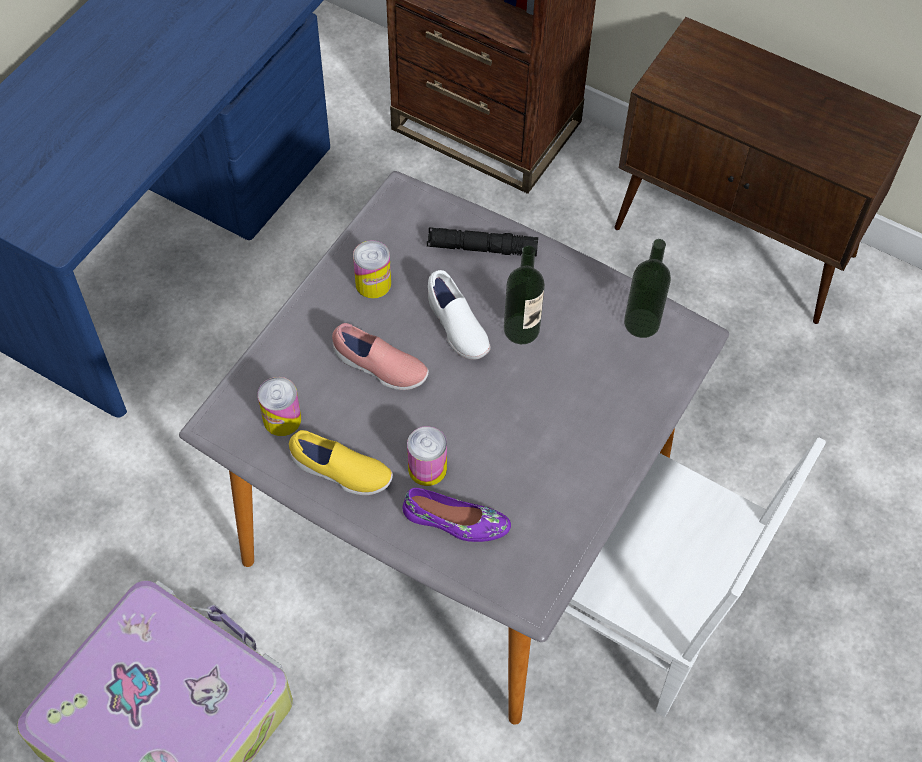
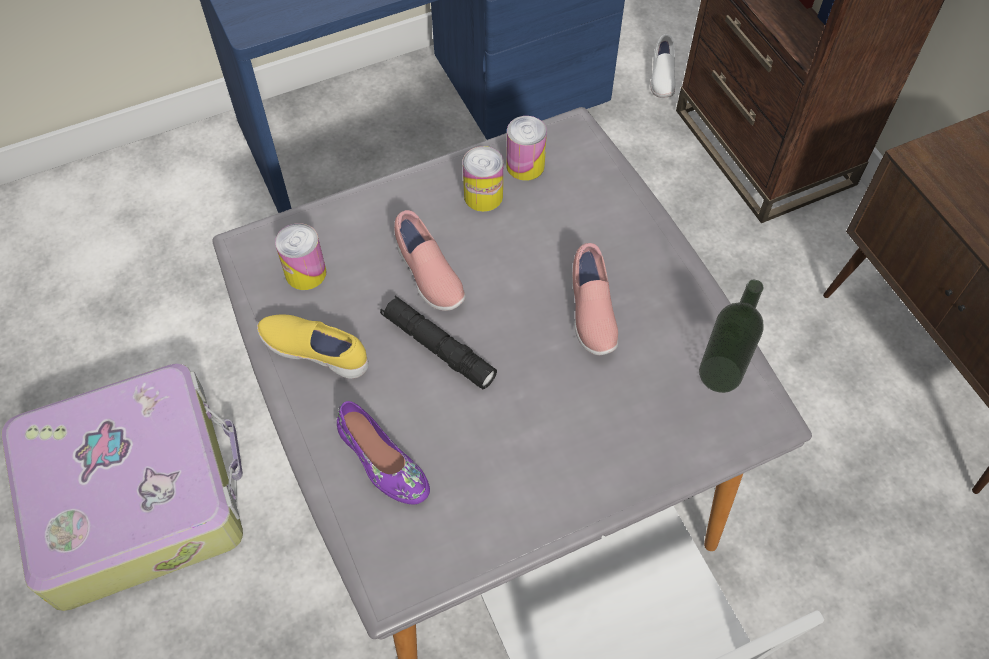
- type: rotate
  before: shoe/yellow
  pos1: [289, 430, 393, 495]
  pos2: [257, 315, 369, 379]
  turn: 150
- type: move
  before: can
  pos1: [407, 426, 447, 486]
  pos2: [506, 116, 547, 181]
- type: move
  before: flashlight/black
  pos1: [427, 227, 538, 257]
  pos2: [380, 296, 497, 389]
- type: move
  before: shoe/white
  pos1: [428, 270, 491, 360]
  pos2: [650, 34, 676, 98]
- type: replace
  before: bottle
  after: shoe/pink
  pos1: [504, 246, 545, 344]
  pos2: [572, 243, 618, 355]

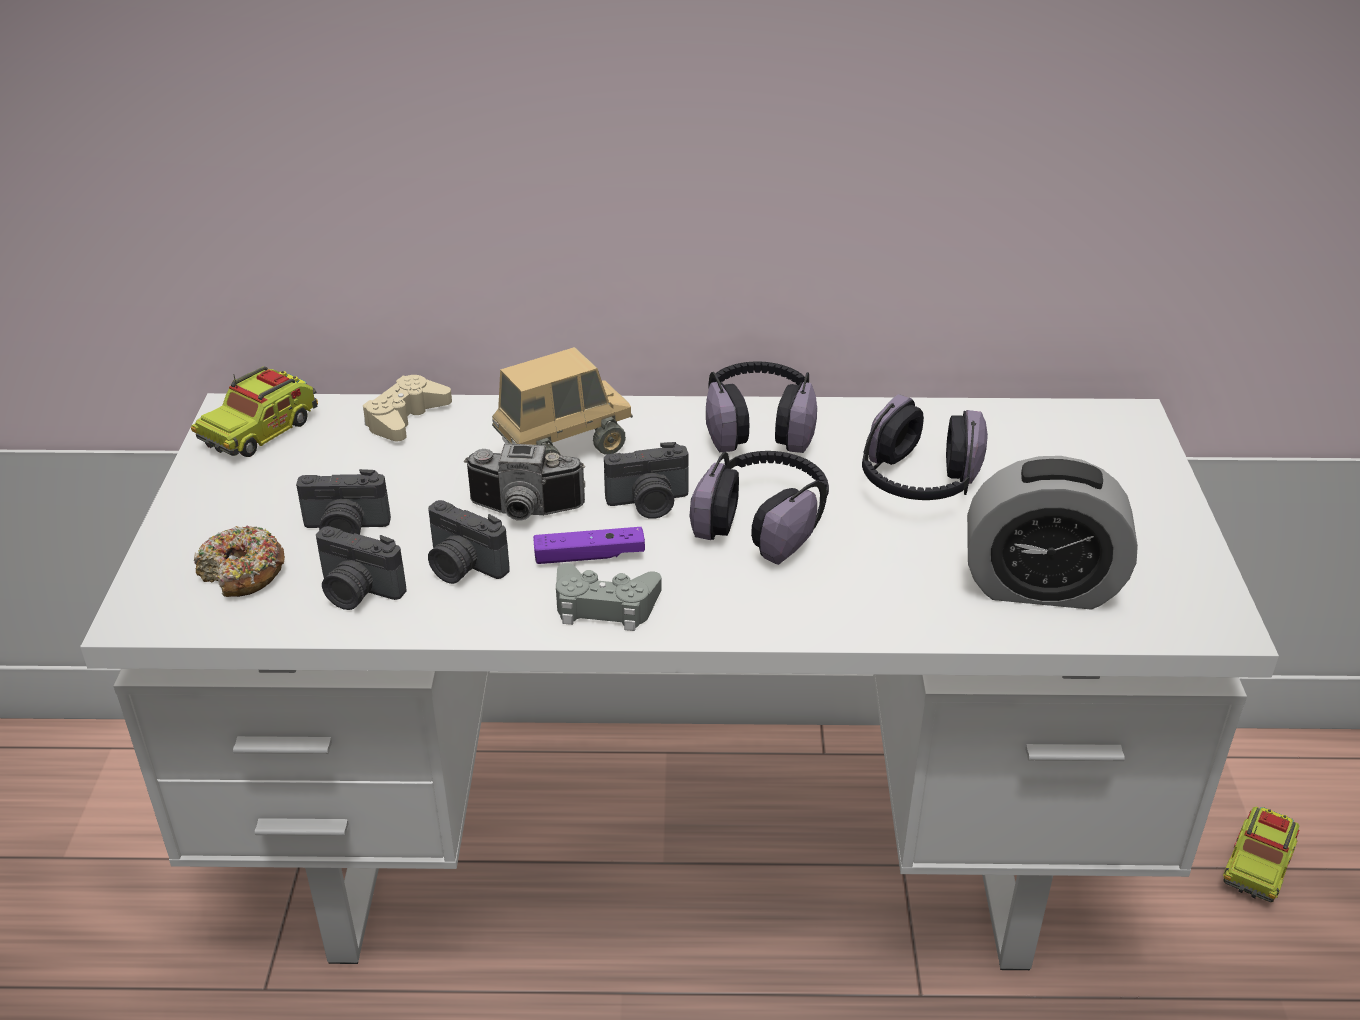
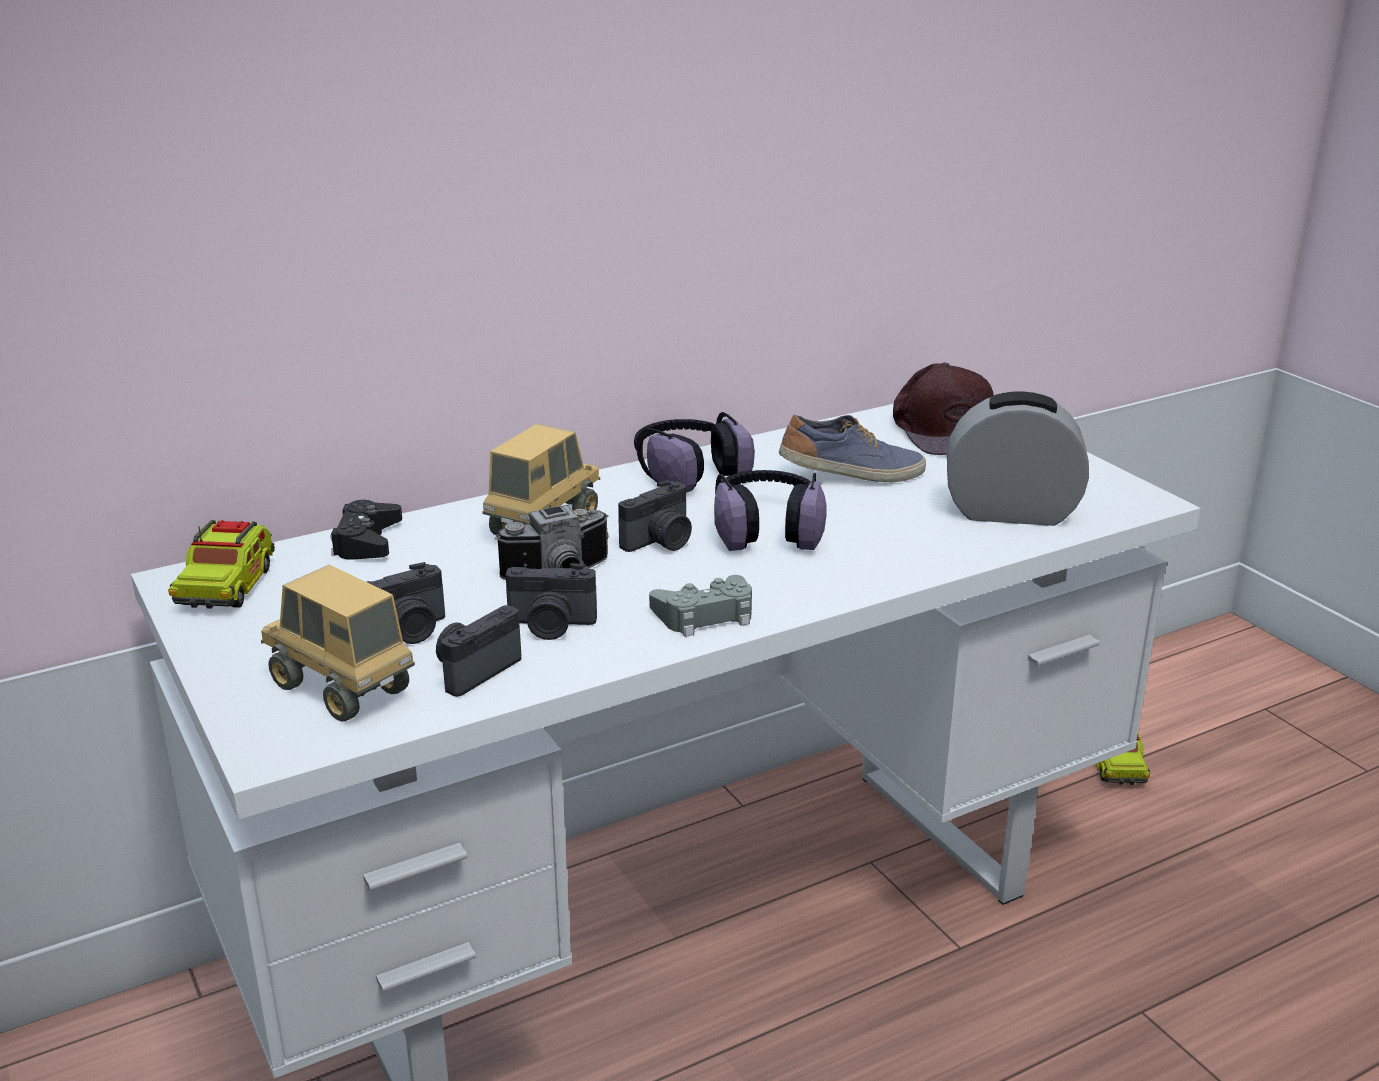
- type: replace
  before: donut
  after: toy truck
  pos1: [194, 526, 285, 597]
  pos2: [261, 565, 415, 722]
- type: rotate
  before: photo camera
  pos1: [316, 526, 407, 610]
  pos2: [436, 605, 521, 697]
  turn: 135
- type: recolor
  before: game controller/beige
  after: game controller/black
  pos1: [363, 375, 452, 441]
  pos2: [331, 500, 402, 560]
- type: delete
  before: game controller/purple
  pos1: [533, 527, 645, 564]
- type: replace
  before: headphones
  after: shoe
  pos1: [862, 394, 988, 500]
  pos2: [779, 415, 926, 482]
- type: rotate
  before: alarm clock
  pos1: [967, 456, 1138, 609]
  pos2: [947, 391, 1089, 526]
  turn: -150
- type: insert
  after: cap/brown
  pos2: [893, 363, 993, 455]

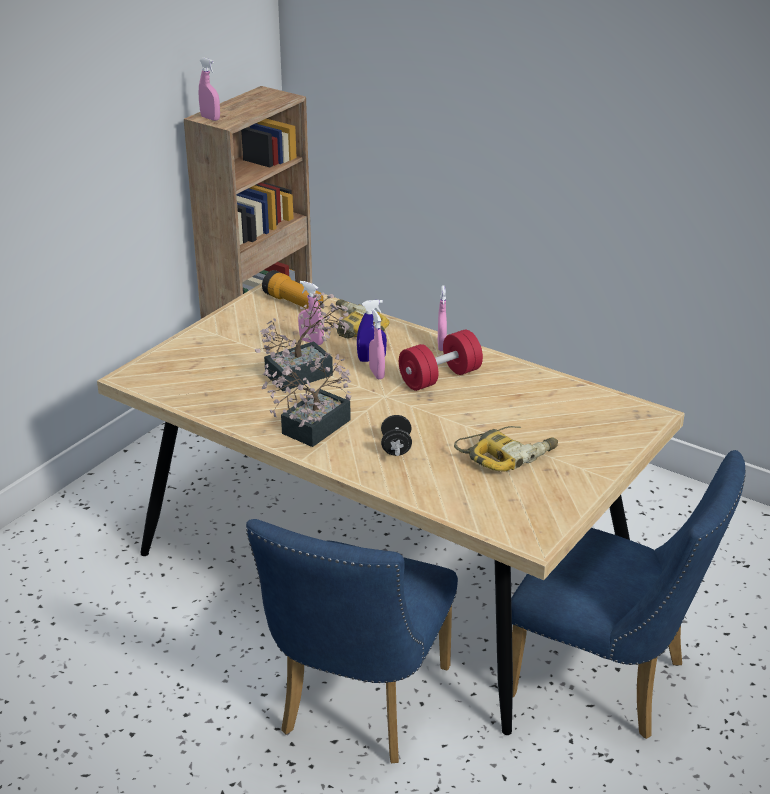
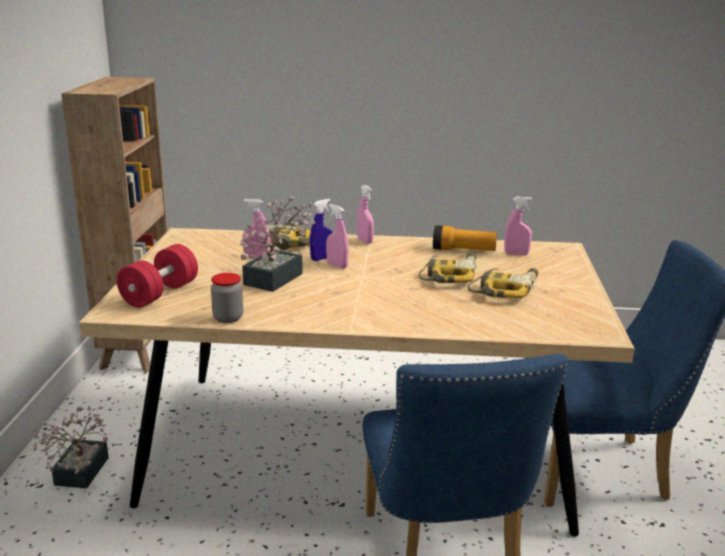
- type: move
  before: spray bottle/pink
  pos1: [199, 57, 220, 121]
  pos2: [504, 197, 532, 256]
- type: move
  before: potted plant
  pos1: [261, 353, 351, 447]
  pos2: [32, 406, 109, 488]
- type: move
  before: flashlight
  pos1: [262, 270, 323, 309]
  pos2: [433, 225, 497, 251]
- type: delete
  before: dumbbell/black
  pos1: [381, 415, 412, 456]
- type: move
  before: dumbbell/red
  pos1: [399, 330, 483, 391]
  pos2: [117, 244, 198, 308]
- type: insert
  after: jar
  pos2: [211, 273, 243, 323]
- type: insert
  after: power drill
  pos2: [419, 253, 476, 283]

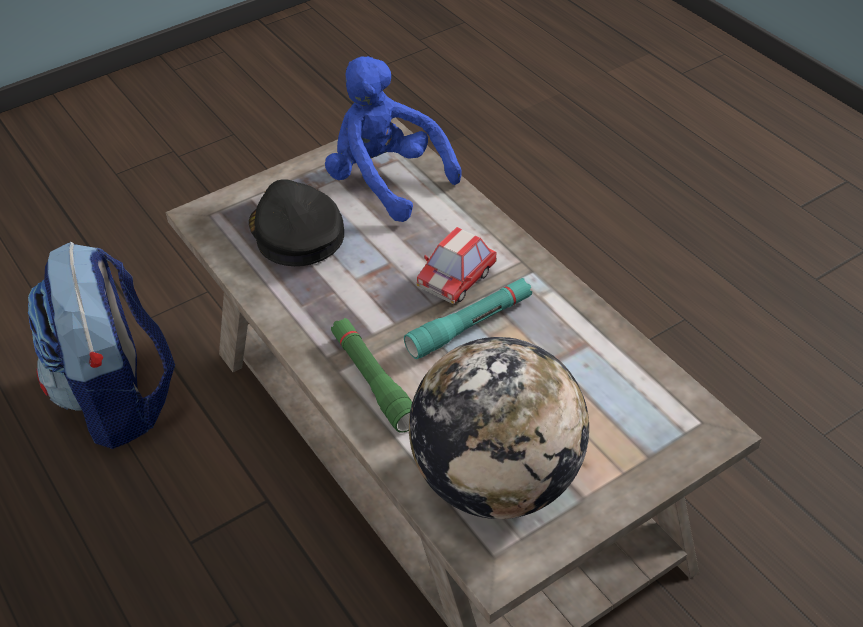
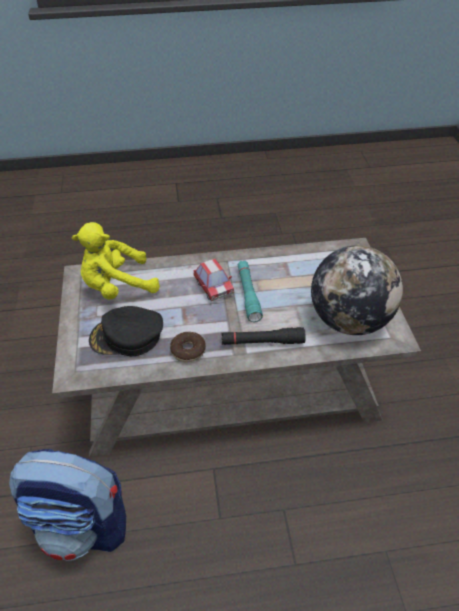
- type: recolor
  before: plush toy/blue
  after: plush toy/yellow
  pos1: [325, 56, 462, 222]
  pos2: [72, 222, 160, 300]
- type: recolor
  before: flashlight/green
  after: flashlight/black
  pos1: [331, 318, 412, 433]
  pos2: [221, 327, 306, 345]
- type: insert
  after: donut
  pos2: [170, 332, 206, 362]

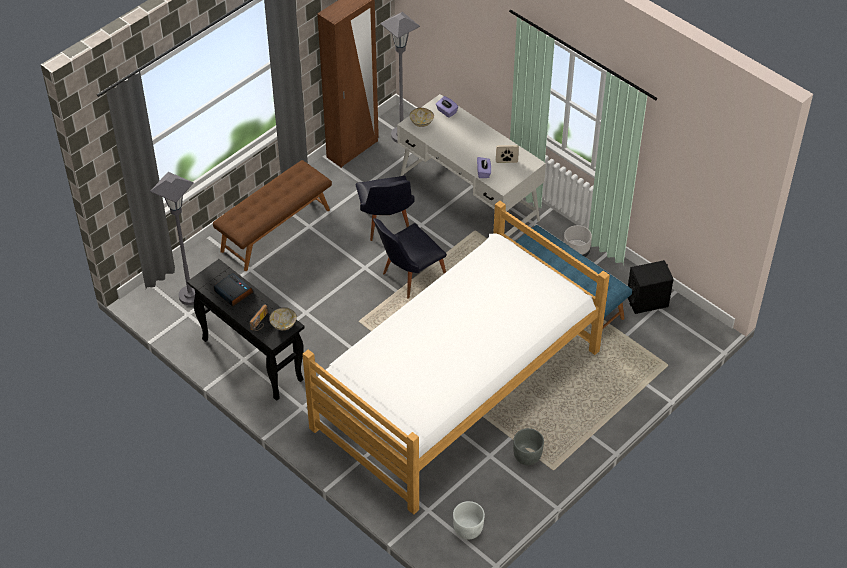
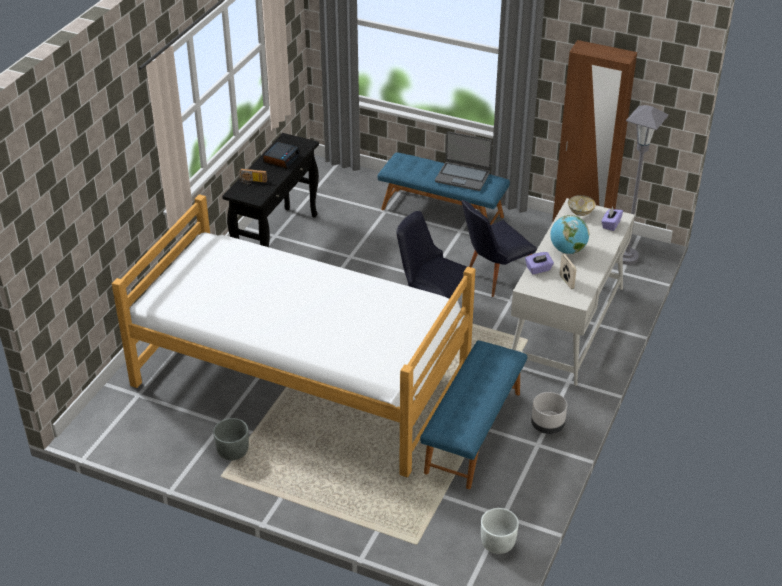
- type: delete
  before: floor lamp/grey
  pos1: [150, 172, 195, 305]
- type: recolor
  before: bench/brown
  after: bench/blue
  pos1: [213, 160, 332, 271]
  pos2: [377, 152, 510, 225]
- type: delete
  before: bowl
  pos1: [269, 307, 297, 330]
- type: move
  before: planter/white
  pos1: [453, 501, 485, 539]
  pos2: [481, 508, 519, 554]
- type: delete
  before: speaker/black
  pos1: [628, 260, 673, 314]
- type: insert
  after: laptop
  pos2: [435, 131, 492, 191]
- type: insert
  after: globe
  pos2: [550, 215, 589, 254]

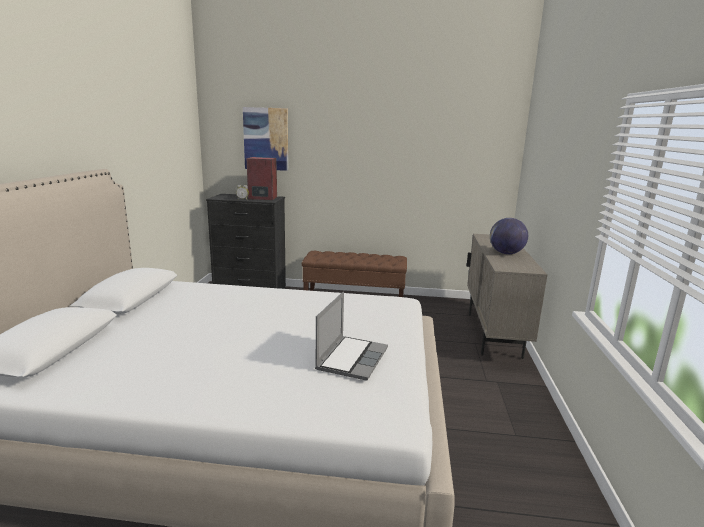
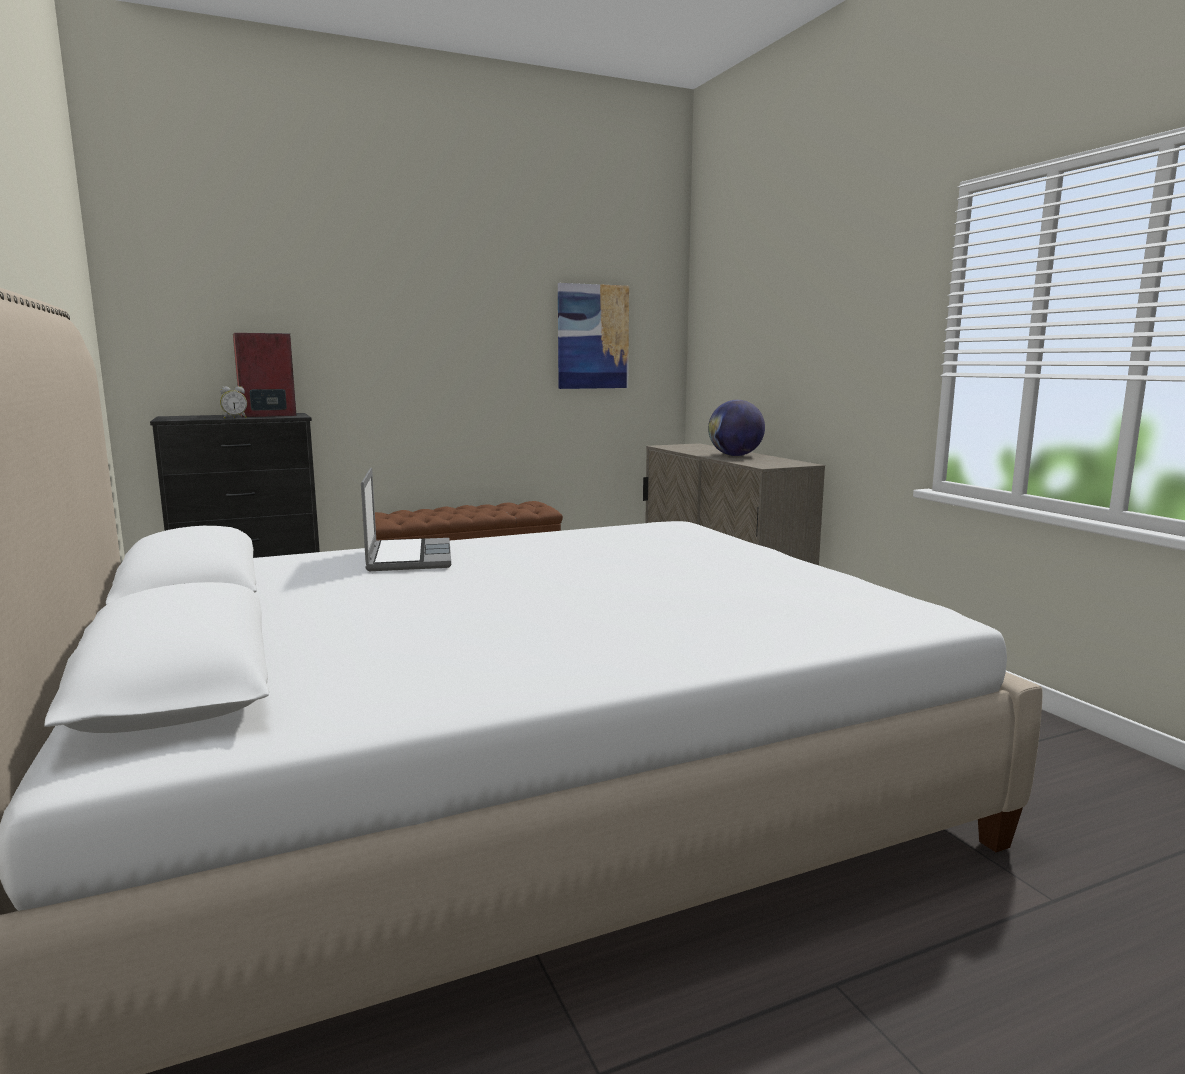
- type: move
  before: picture
  pos1: [243, 107, 288, 171]
  pos2: [558, 283, 629, 389]
- type: move
  before: laptop
  pos1: [315, 292, 388, 381]
  pos2: [361, 468, 451, 571]

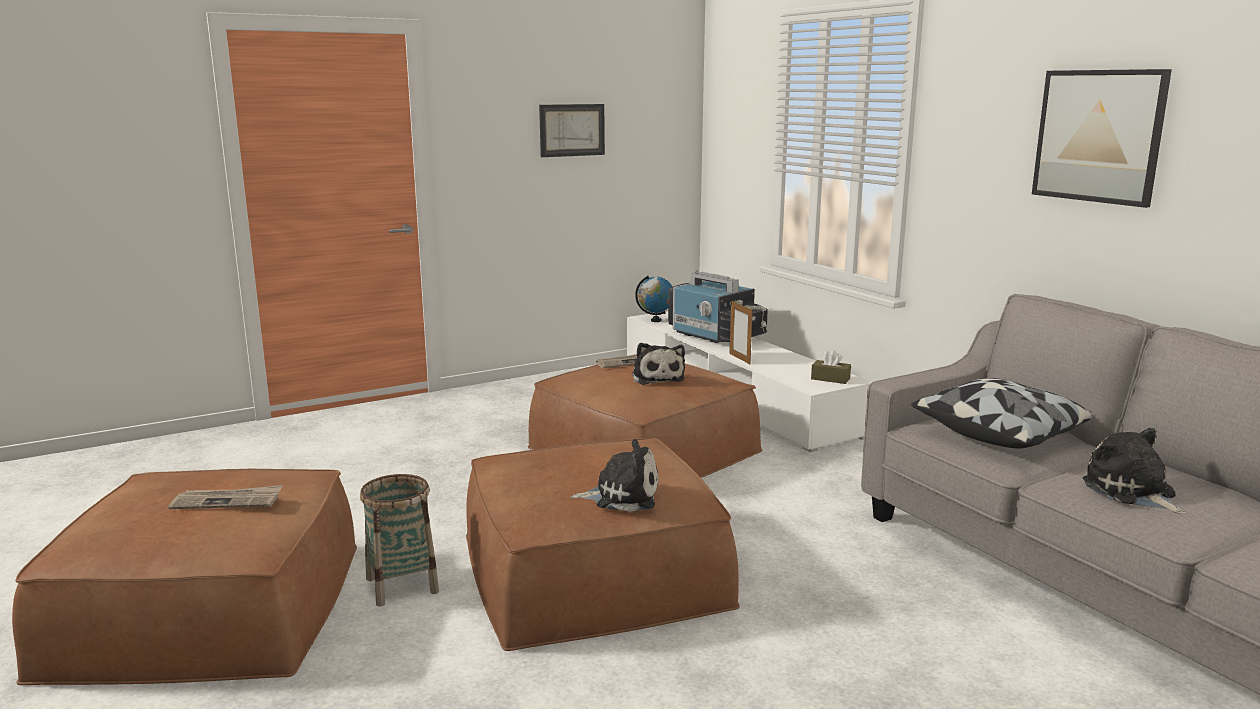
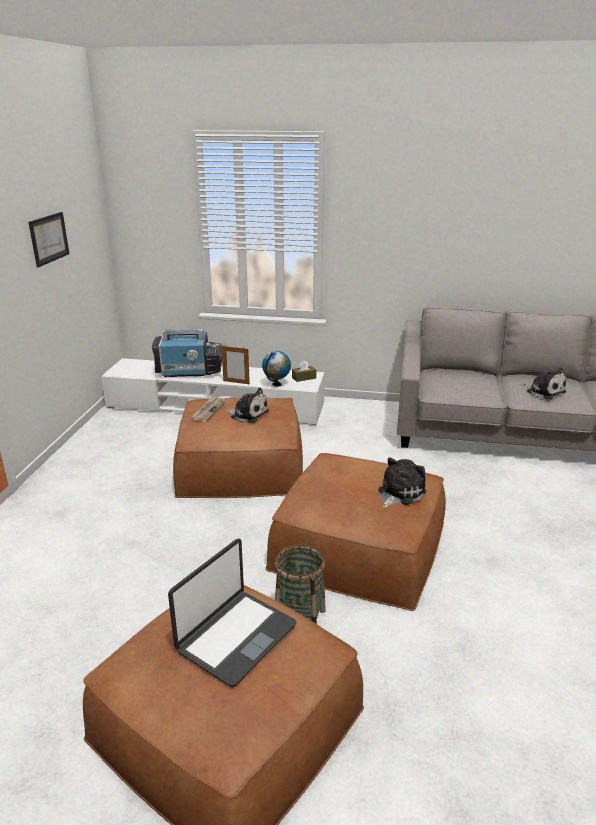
- type: replace
  before: newspaper
  after: laptop
  pos1: [168, 485, 283, 509]
  pos2: [168, 539, 297, 687]
- type: move
  before: globe
  pos1: [635, 276, 672, 322]
  pos2: [262, 351, 291, 387]
- type: delete
  before: pillow
  pos1: [911, 378, 1092, 449]
- type: delete
  before: picture
  pos1: [1032, 69, 1172, 208]
- type: rotate
  before: plush toy
  pos1: [1083, 428, 1186, 514]
  pos2: [520, 368, 566, 399]
  turn: -150

